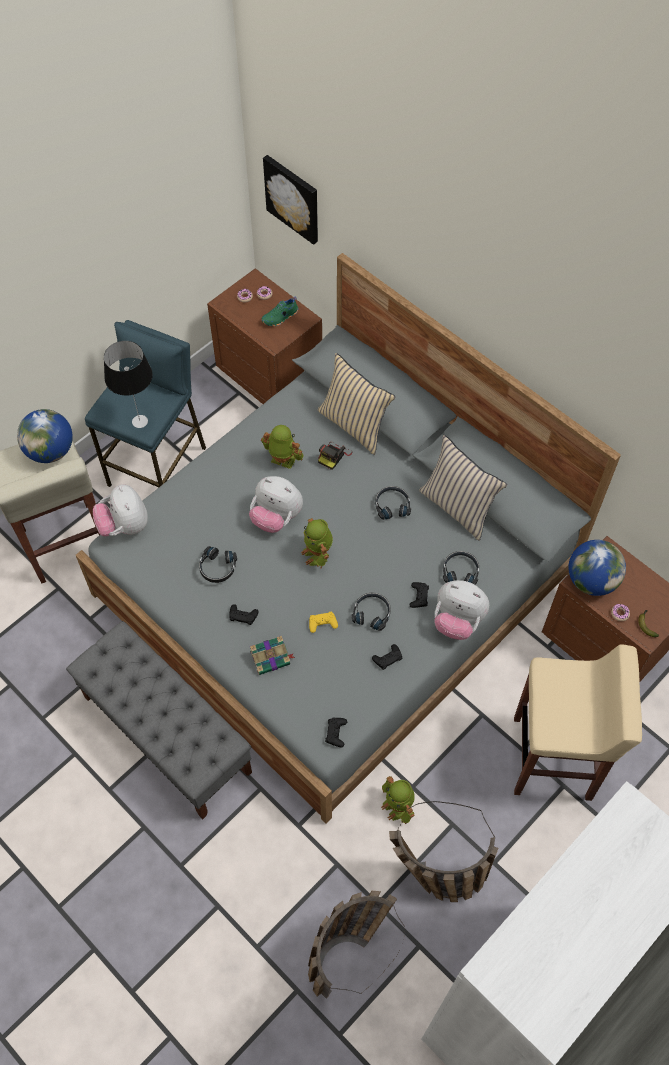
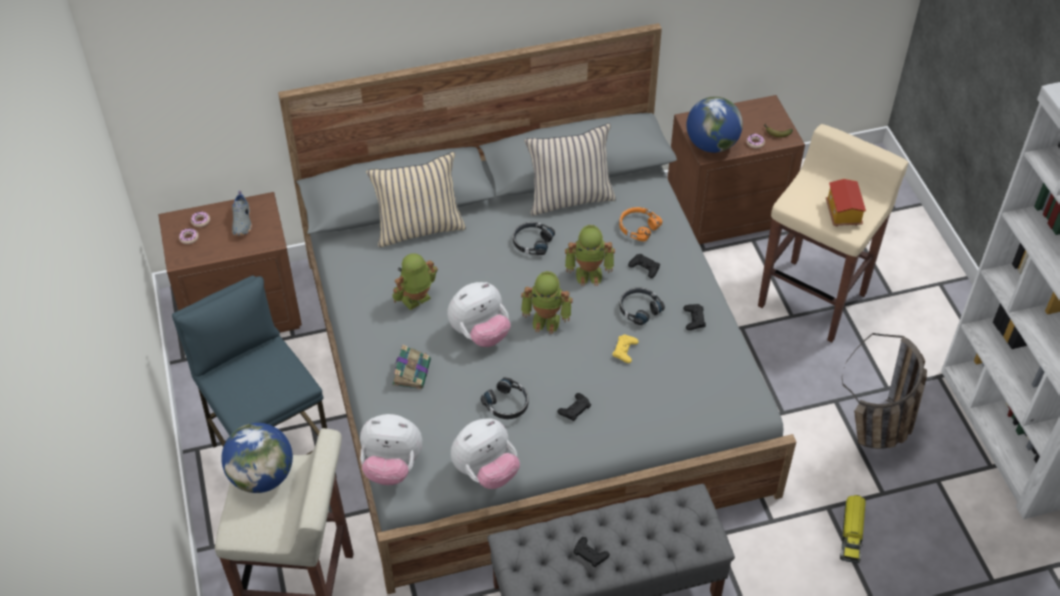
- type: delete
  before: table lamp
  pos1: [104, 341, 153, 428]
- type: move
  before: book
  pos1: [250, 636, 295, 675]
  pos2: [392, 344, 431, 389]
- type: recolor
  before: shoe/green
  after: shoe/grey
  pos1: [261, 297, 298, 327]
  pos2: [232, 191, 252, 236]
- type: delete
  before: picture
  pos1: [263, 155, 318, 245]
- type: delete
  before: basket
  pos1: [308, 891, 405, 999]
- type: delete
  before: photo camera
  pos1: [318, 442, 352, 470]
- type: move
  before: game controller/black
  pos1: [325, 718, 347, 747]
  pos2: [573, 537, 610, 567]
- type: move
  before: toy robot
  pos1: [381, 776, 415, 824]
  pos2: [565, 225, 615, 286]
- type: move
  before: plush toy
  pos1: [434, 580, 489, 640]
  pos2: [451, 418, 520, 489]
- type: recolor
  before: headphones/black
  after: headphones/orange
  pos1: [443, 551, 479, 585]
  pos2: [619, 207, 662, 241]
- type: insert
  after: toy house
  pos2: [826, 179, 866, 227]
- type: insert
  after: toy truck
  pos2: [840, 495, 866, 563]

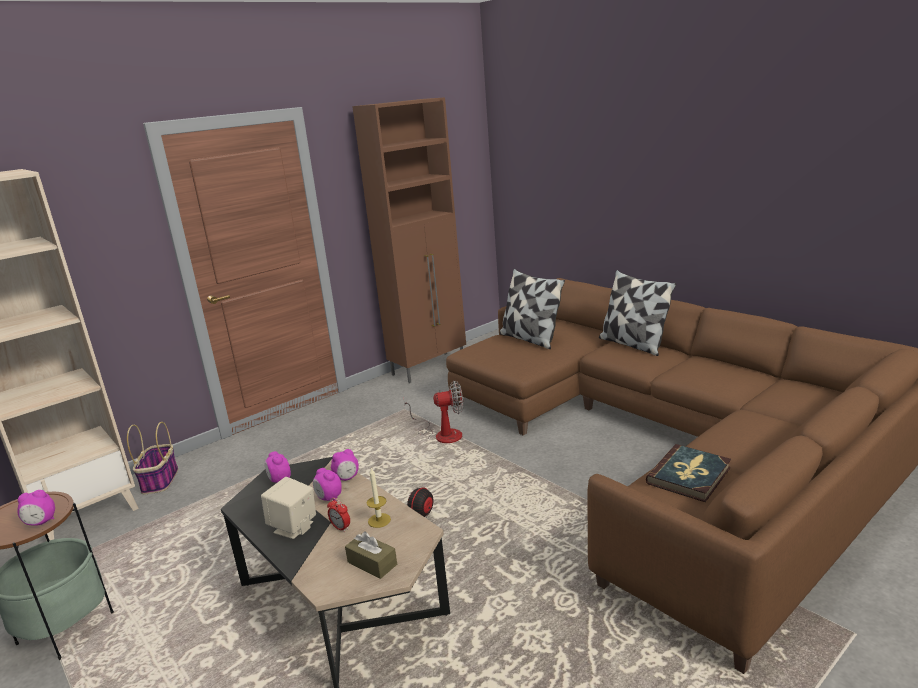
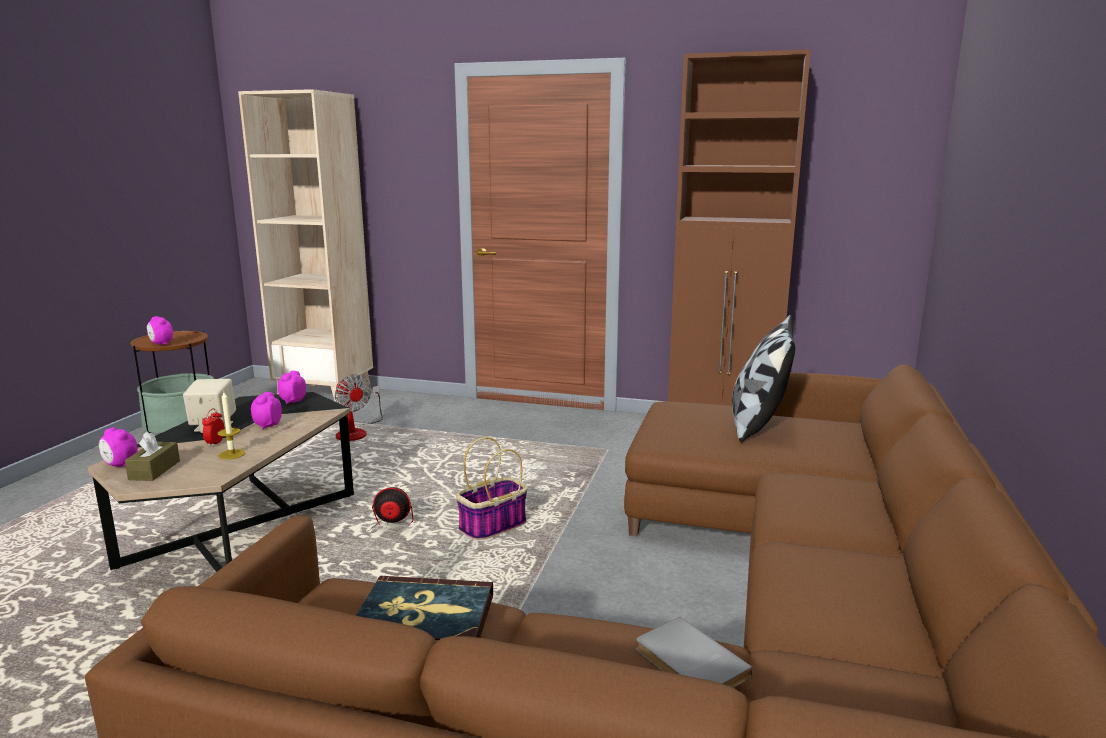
- type: move
  before: basket
  pos1: [127, 422, 178, 494]
  pos2: [456, 437, 528, 540]
- type: move
  before: alarm clock
  pos1: [331, 449, 359, 481]
  pos2: [99, 427, 138, 467]
- type: move
  before: fan
  pos1: [403, 381, 463, 443]
  pos2: [335, 374, 383, 441]
- type: delete
  before: pillow
  pos1: [599, 270, 676, 356]
- type: insert
  after: book/grey
  pos2: [636, 617, 753, 688]

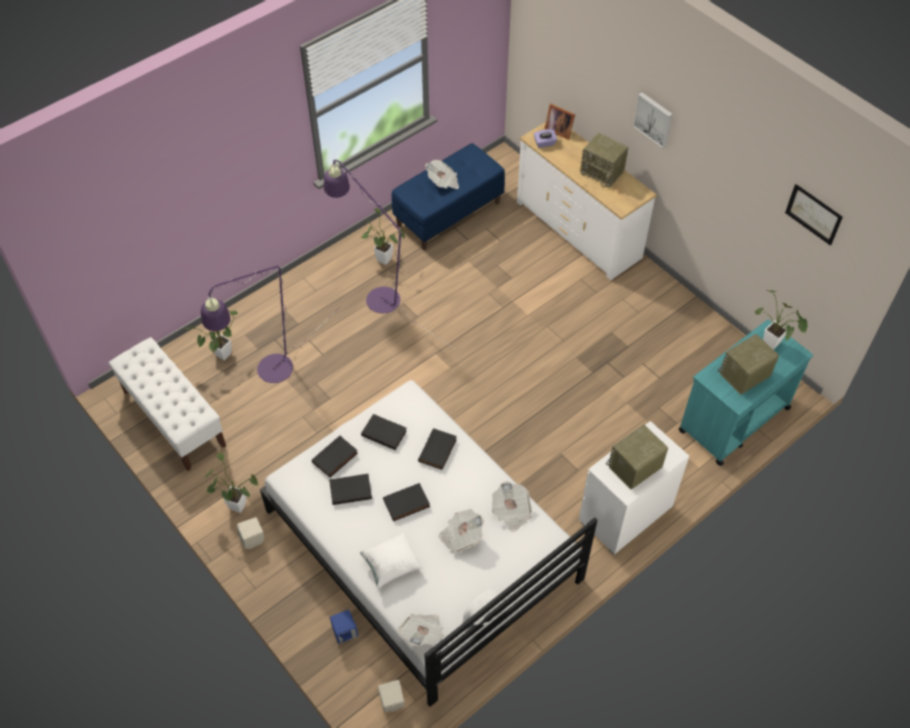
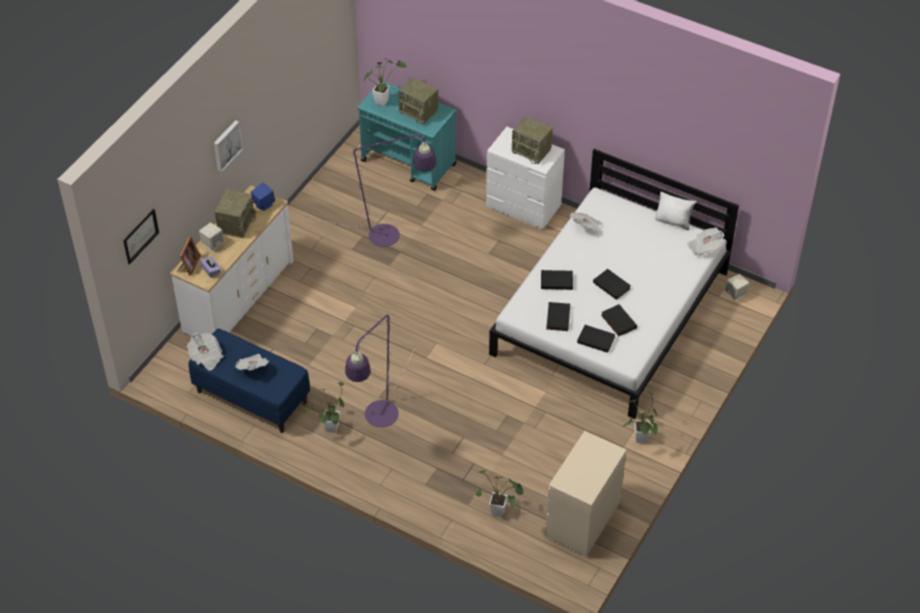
- type: replace
  before: bench/white
  after: dresser/beige
  pos1: [109, 337, 226, 471]
  pos2: [545, 431, 627, 557]
- type: move
  before: floor lamp/purple
  pos1: [201, 266, 340, 383]
  pos2: [304, 133, 436, 247]
- type: move
  before: speaker/beige
  pos1: [237, 517, 264, 549]
  pos2: [199, 222, 224, 251]
- type: move
  before: speaker/blue
  pos1: [330, 610, 358, 644]
  pos2: [251, 183, 275, 211]
- type: delete
  before: pillow/white
  pos1: [360, 533, 423, 589]
- type: move
  before: newspaper
  pos1: [439, 509, 484, 553]
  pos2: [187, 333, 224, 371]
- type: move
  before: picture
  pos1: [785, 184, 843, 246]
  pos2: [123, 209, 159, 265]

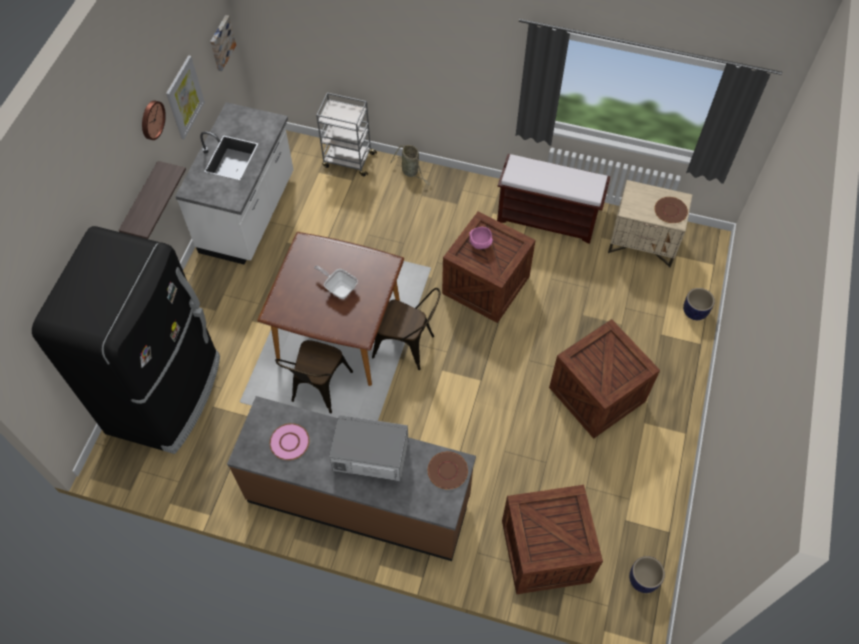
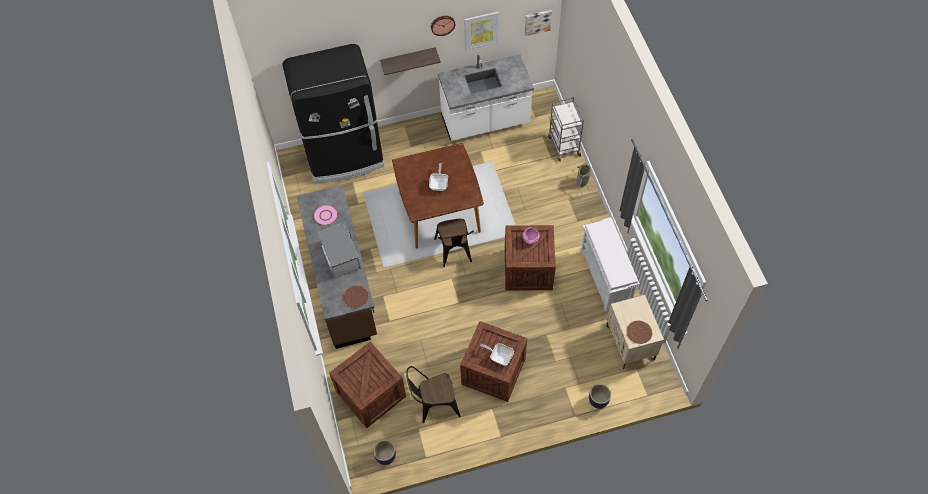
- type: move
  before: chair/brown
  pos1: [275, 340, 353, 413]
  pos2: [406, 366, 461, 423]
- type: recolor
  before: bench/brown
  after: bench/white
  pos1: [497, 154, 610, 244]
  pos2: [581, 217, 640, 312]
- type: insert
  after: frying pan
  pos2: [480, 343, 514, 366]

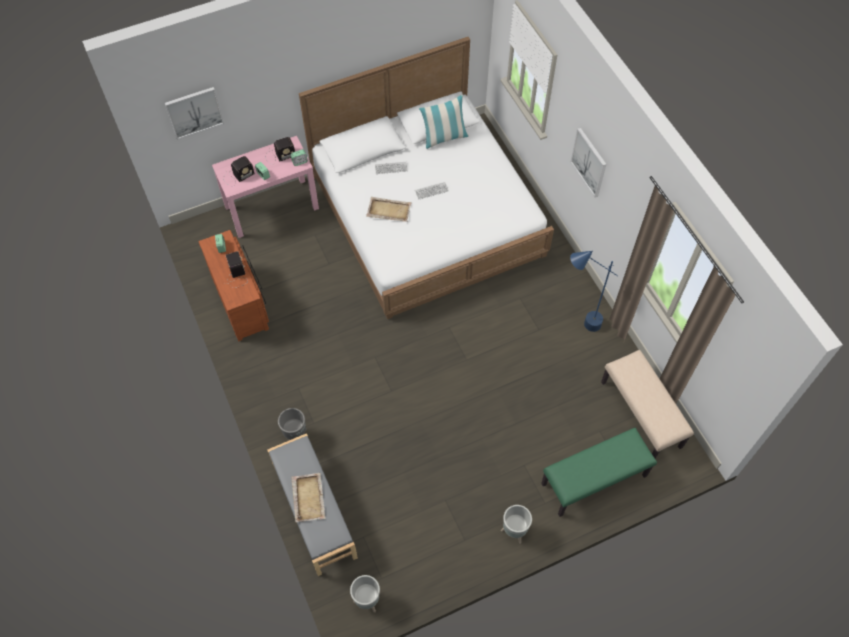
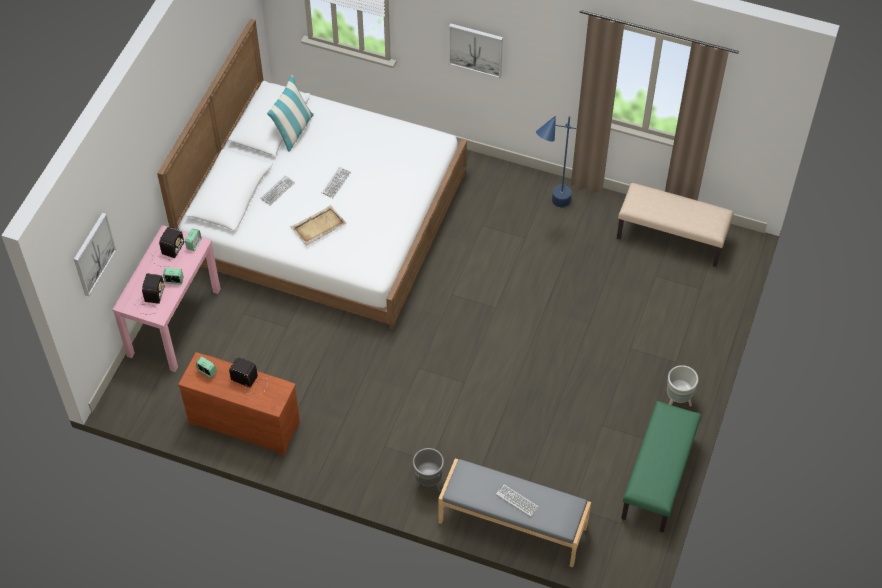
- type: replace
  before: tray/beige
  after: keyboard
  pos1: [291, 473, 326, 522]
  pos2: [496, 484, 539, 517]
- type: delete
  before: planter/grey
  pos1: [350, 575, 380, 613]
- type: move
  before: bench/green
  pos1: [541, 428, 657, 517]
  pos2: [621, 401, 701, 533]

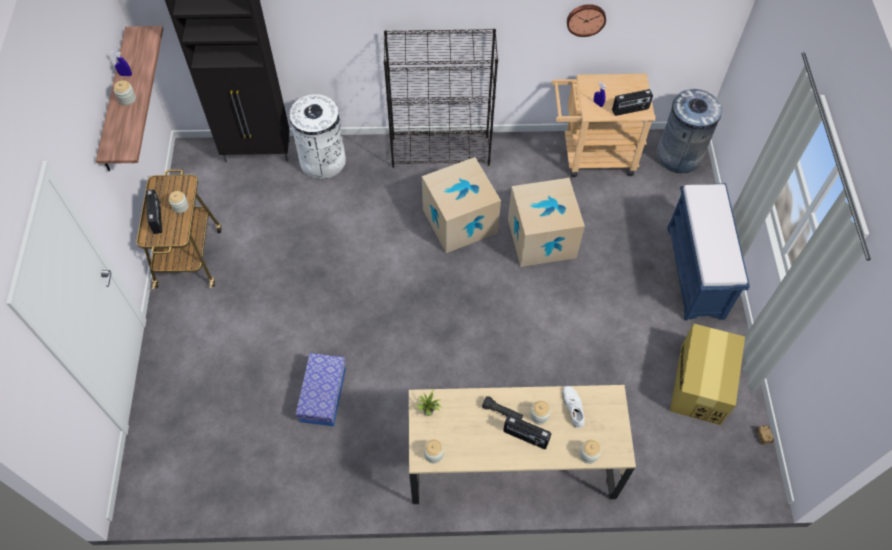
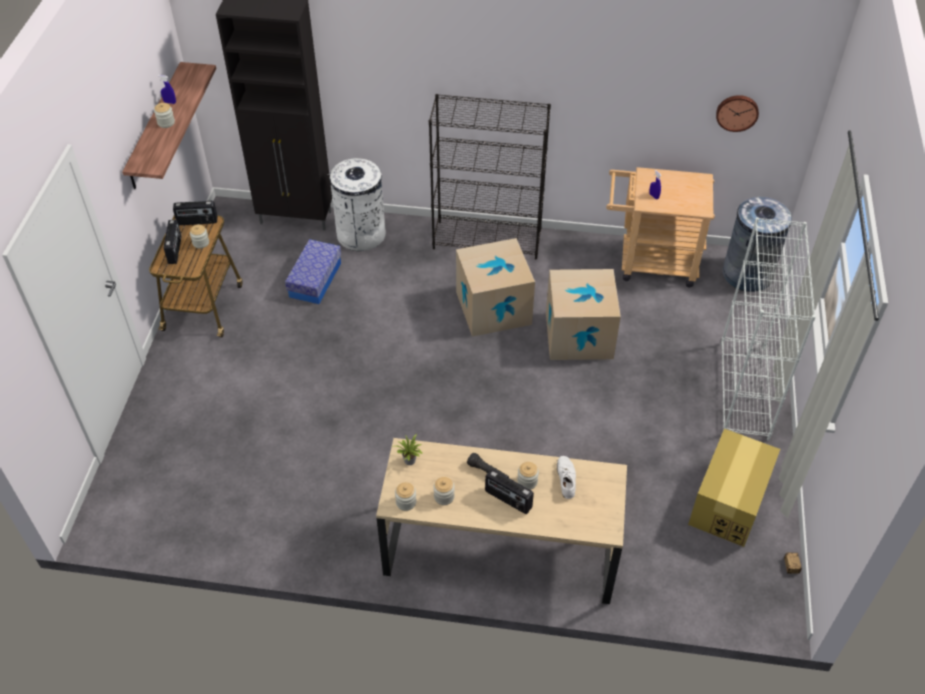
- type: move
  before: storage box
  pos1: [296, 353, 346, 426]
  pos2: [285, 239, 341, 304]
- type: move
  before: wall clock
  pos1: [567, 4, 606, 37]
  pos2: [716, 95, 759, 132]
- type: move
  before: jar
  pos1: [580, 440, 601, 464]
  pos2: [434, 477, 455, 505]
- type: move
  before: radio
  pos1: [612, 89, 653, 116]
  pos2: [173, 201, 218, 225]
- type: replace
  before: bench/blue
  after: bookcase/white
  pos1: [667, 183, 750, 321]
  pos2: [720, 217, 816, 441]

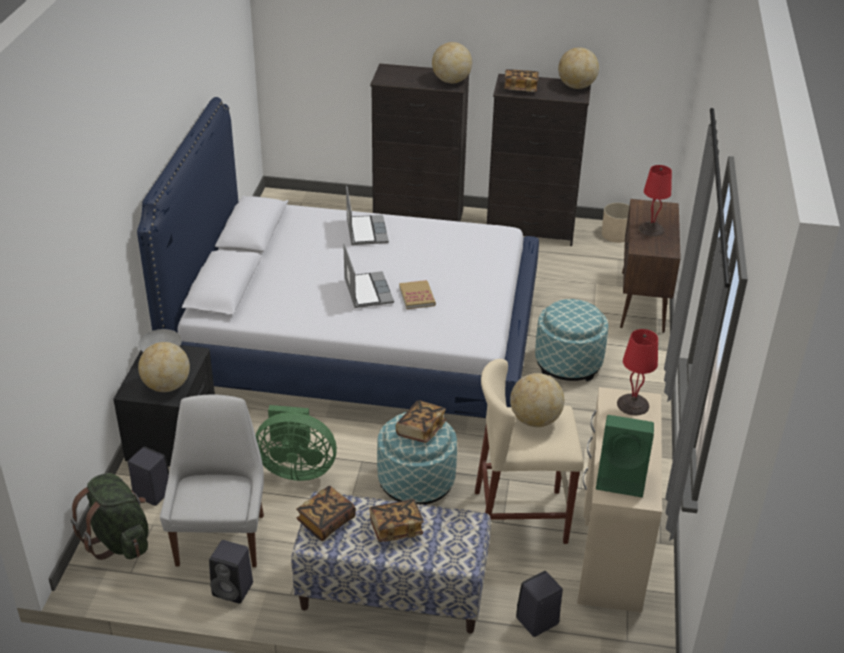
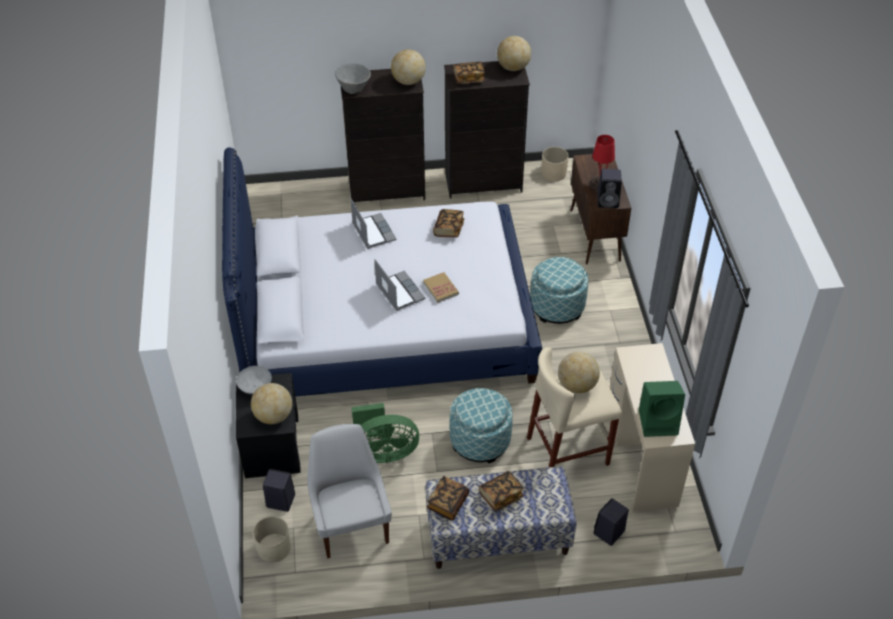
- type: replace
  before: backpack/green
  after: planter/beige
  pos1: [71, 473, 149, 560]
  pos2: [253, 516, 291, 563]
- type: move
  before: speaker/black
  pos1: [209, 540, 253, 604]
  pos2: [597, 169, 622, 208]
- type: move
  before: book
  pos1: [396, 400, 446, 443]
  pos2: [433, 209, 464, 238]
- type: delete
  before: table lamp/red
  pos1: [617, 329, 658, 416]
- type: insert
  after: bowl/grey
  pos2: [335, 63, 371, 94]

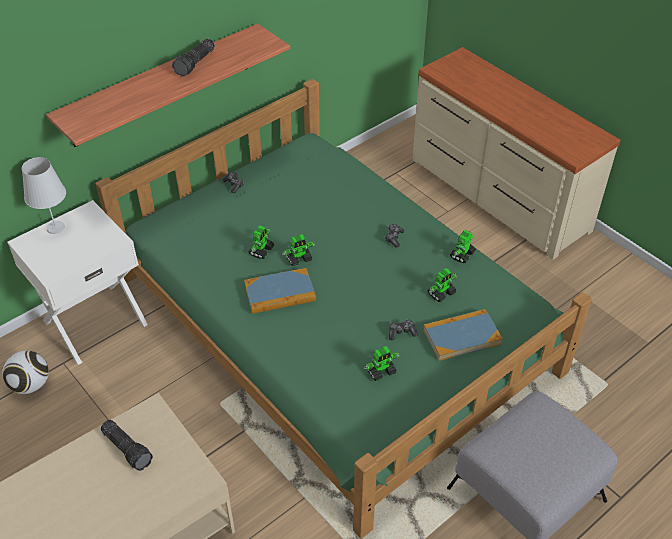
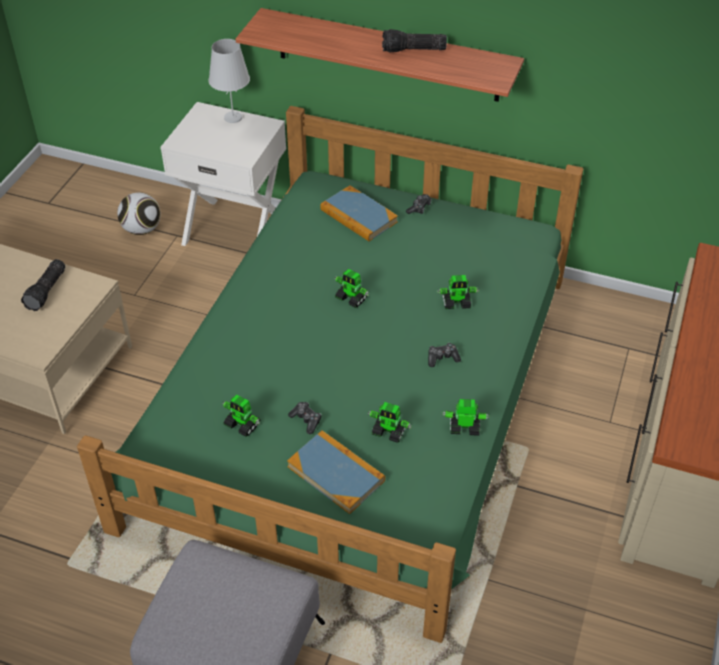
- type: move
  before: book
  pos1: [244, 268, 316, 314]
  pos2: [320, 185, 398, 242]
- type: move
  before: toy robot
  pos1: [248, 225, 274, 259]
  pos2: [437, 275, 480, 309]

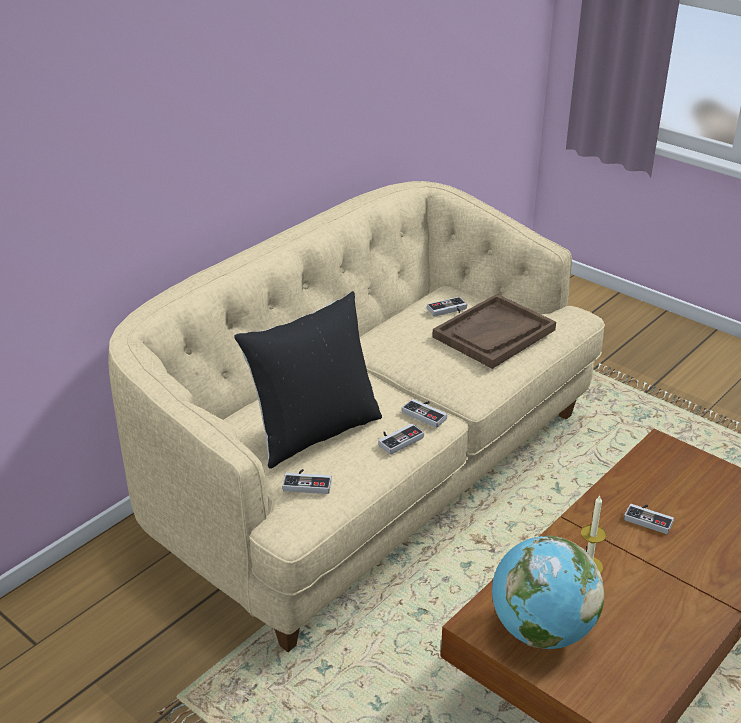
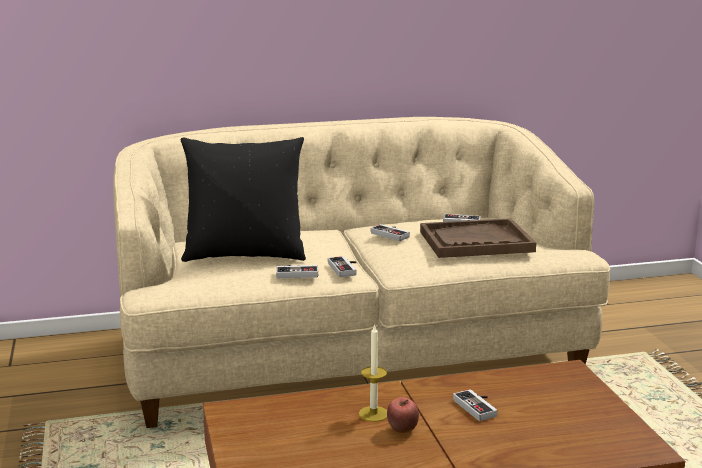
- type: move
  before: game controller
  pos1: [282, 469, 332, 494]
  pos2: [371, 224, 410, 241]
- type: delete
  before: globe
  pos1: [492, 536, 604, 649]
- type: insert
  after: apple
  pos2: [387, 397, 419, 433]

